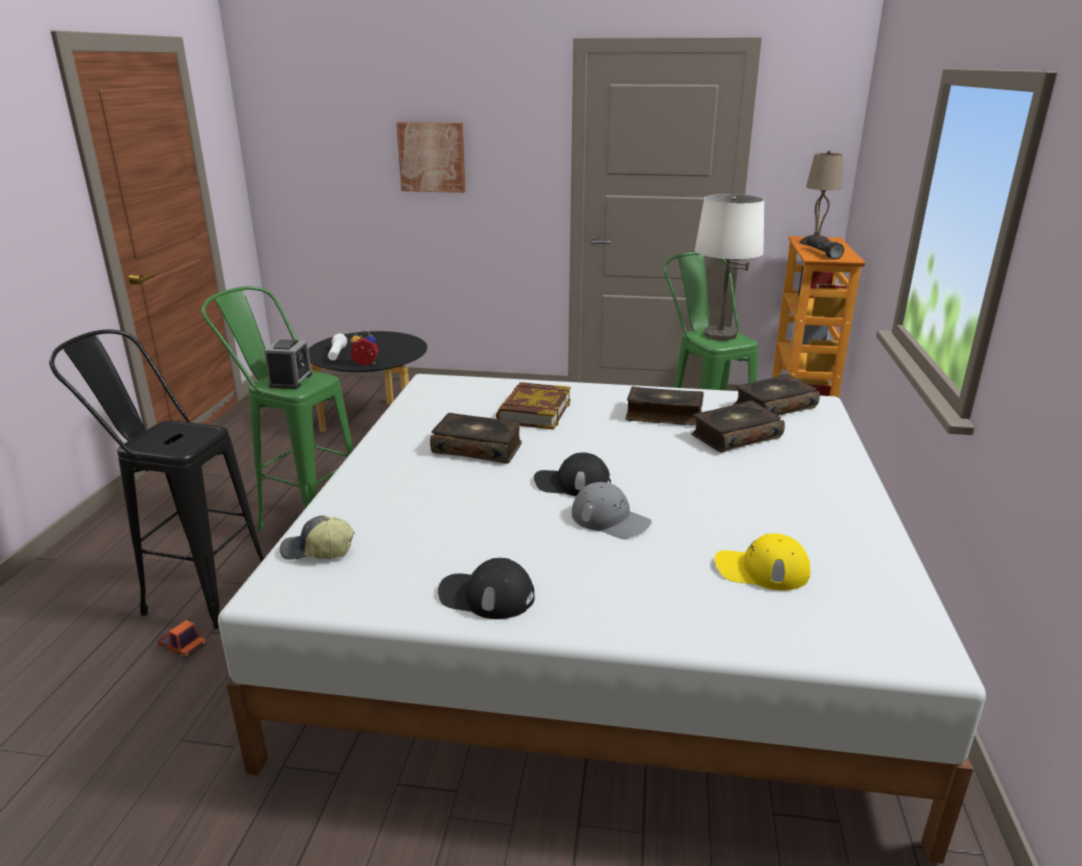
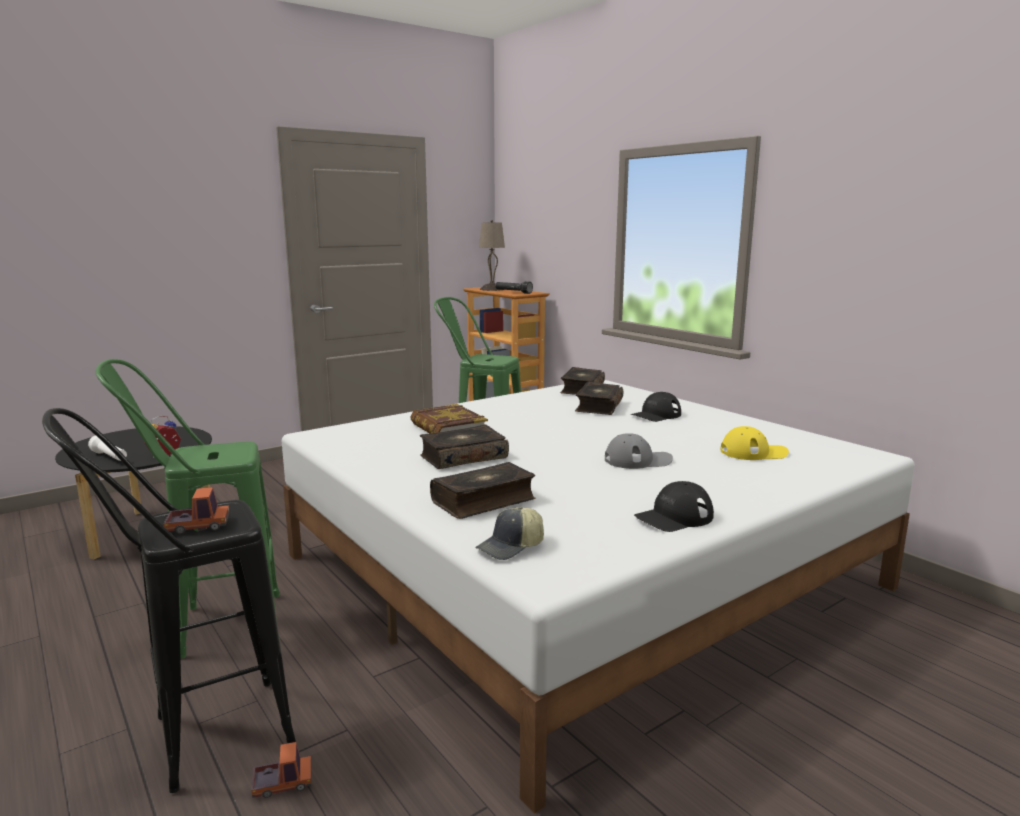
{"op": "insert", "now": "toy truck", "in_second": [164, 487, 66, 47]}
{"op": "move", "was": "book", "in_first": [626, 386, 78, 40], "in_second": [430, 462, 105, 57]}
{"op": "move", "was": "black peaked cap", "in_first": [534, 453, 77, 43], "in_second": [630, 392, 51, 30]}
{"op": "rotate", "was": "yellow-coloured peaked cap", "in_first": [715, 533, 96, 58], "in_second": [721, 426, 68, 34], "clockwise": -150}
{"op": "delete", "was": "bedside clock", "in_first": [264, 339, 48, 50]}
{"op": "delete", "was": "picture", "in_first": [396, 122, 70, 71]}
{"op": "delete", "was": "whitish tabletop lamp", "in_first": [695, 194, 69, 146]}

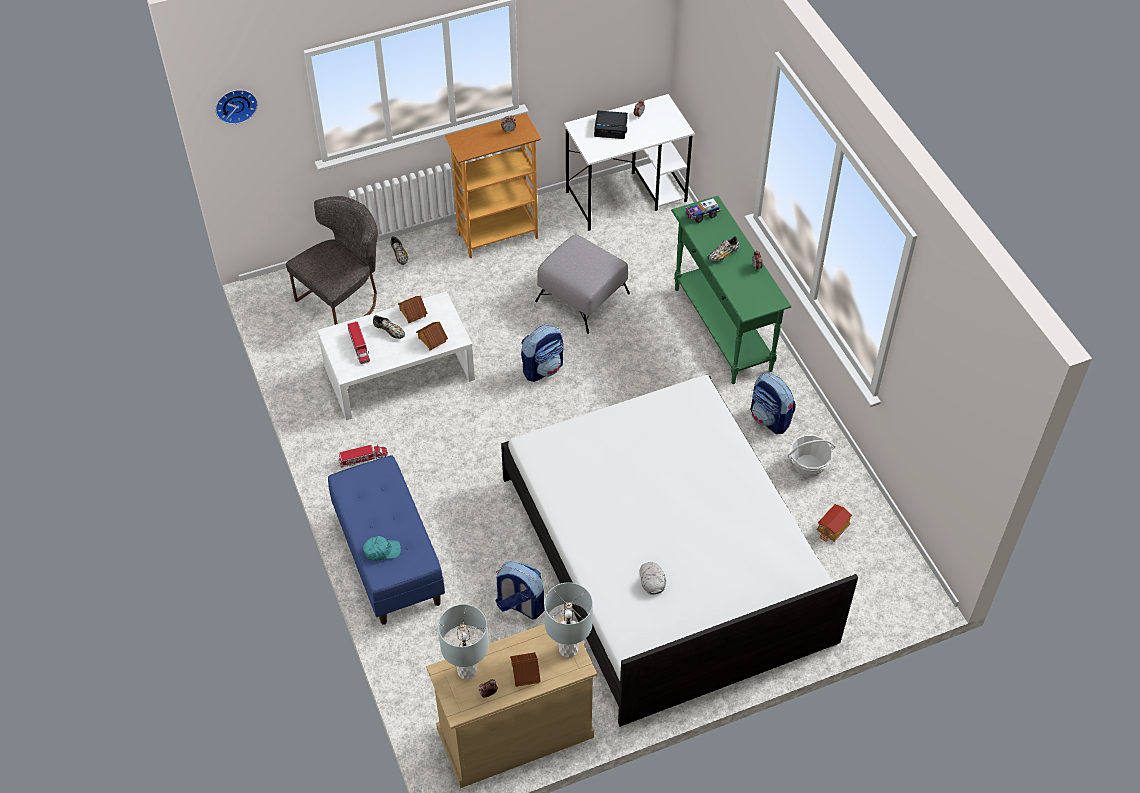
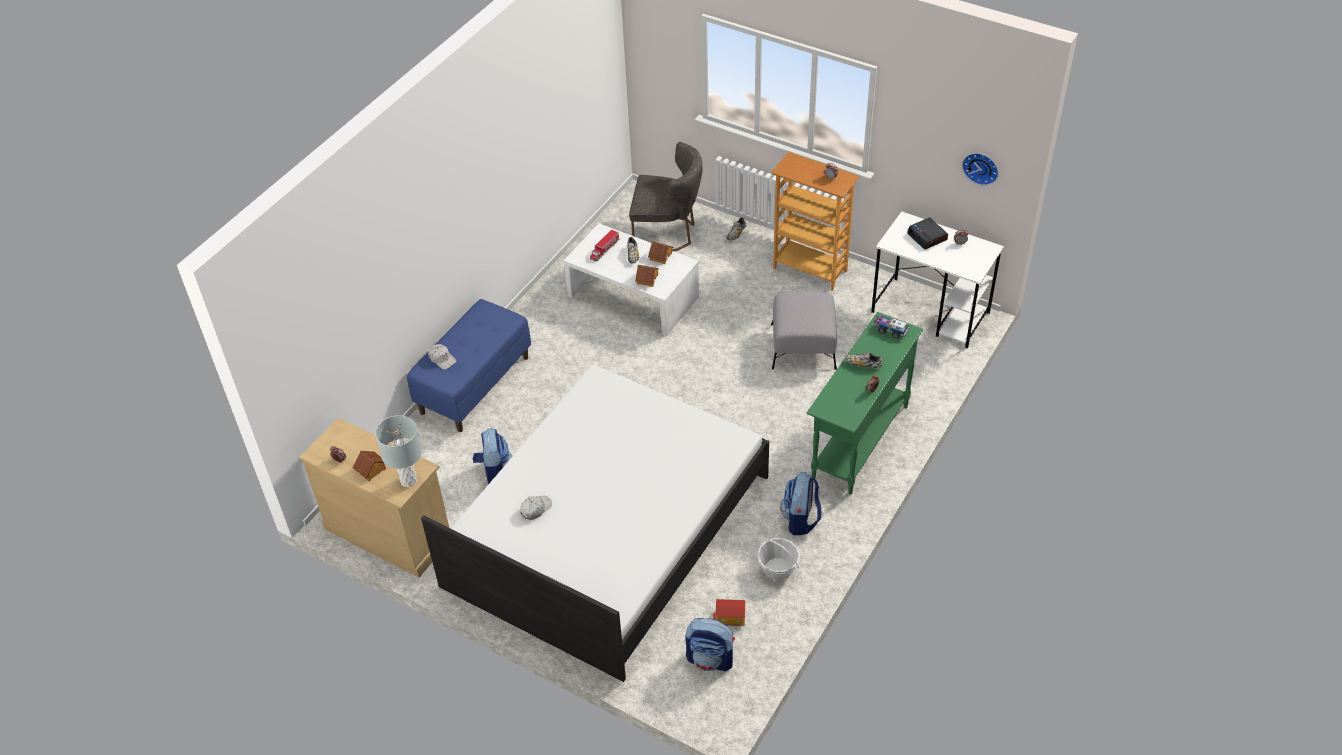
{"op": "recolor", "was": "turquoise-coloured peaked cap", "now": "whitish peaked cap", "in_first": [363, 536, 38, 25], "in_second": [428, 344, 29, 26]}
{"op": "move", "was": "rucksack", "in_first": [521, 325, 43, 57], "in_second": [685, 618, 50, 54]}
{"op": "move", "was": "wall clock", "in_first": [215, 90, 43, 34], "in_second": [962, 153, 36, 33]}
{"op": "delete", "was": "toy truck", "in_first": [338, 445, 50, 23]}
{"op": "delete", "was": "grey tabletop lamp", "in_first": [438, 604, 51, 76]}

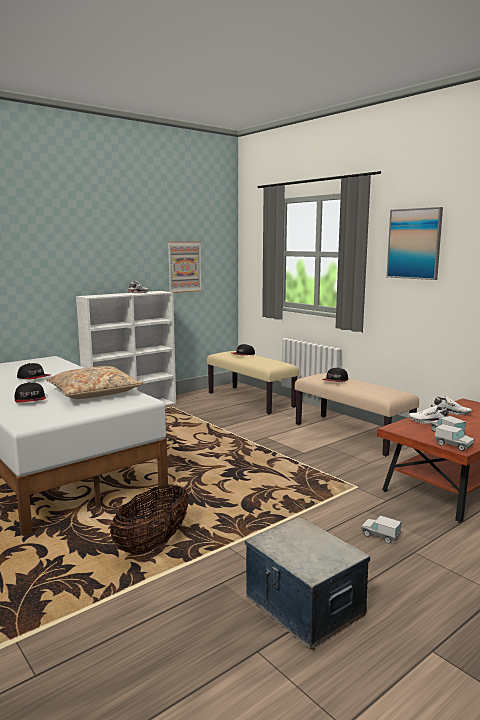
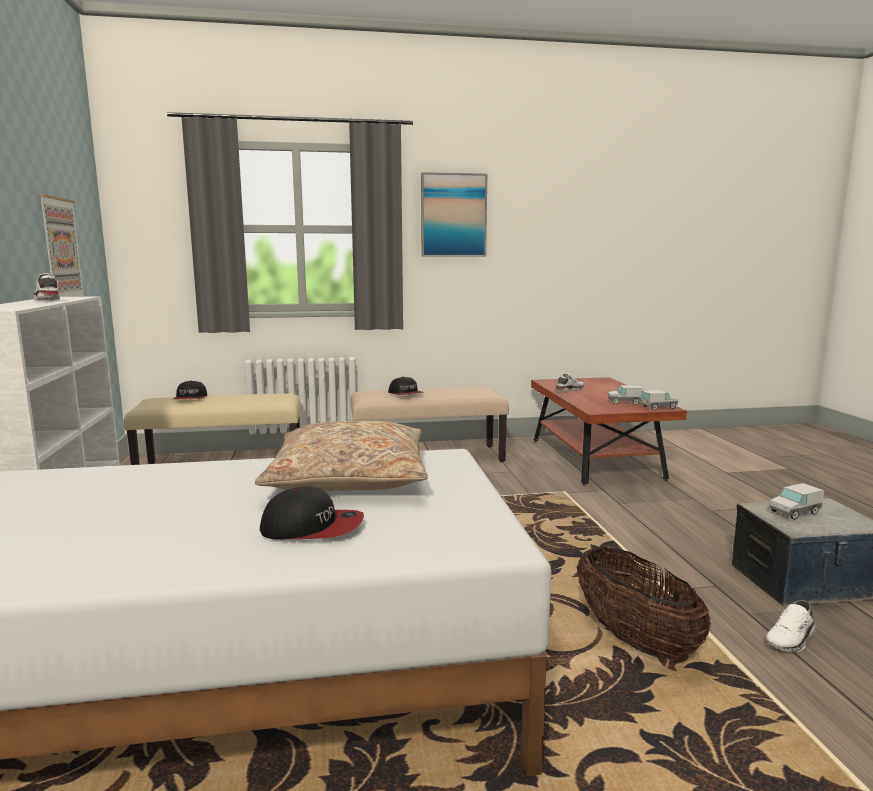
{"op": "move", "was": "whitish low shoe", "in_first": [408, 405, 41, 19], "in_second": [766, 600, 50, 52]}
{"op": "move", "was": "toy truck", "in_first": [362, 516, 39, 28], "in_second": [770, 483, 54, 37]}
{"op": "delete", "was": "peaked cap", "in_first": [17, 363, 33, 16]}

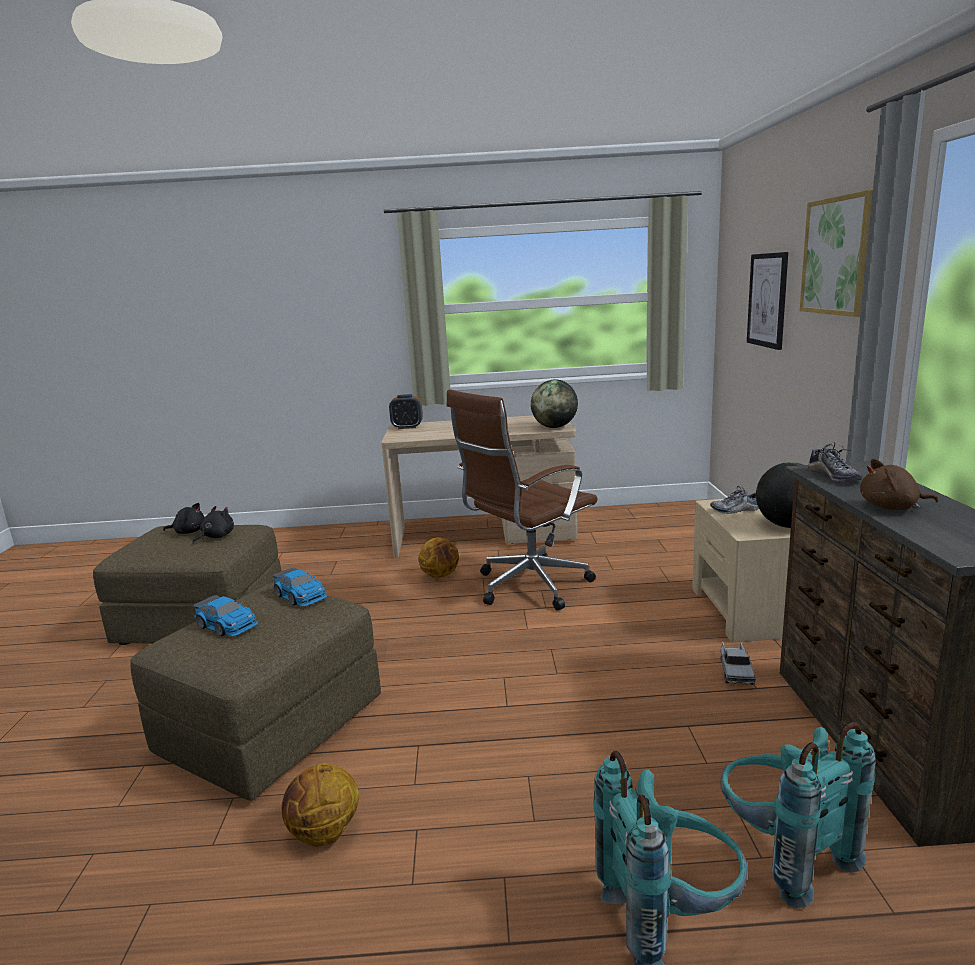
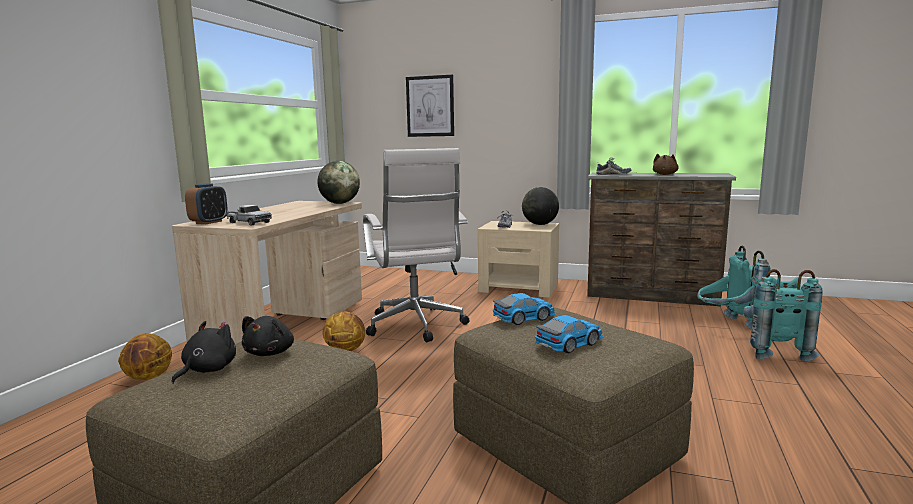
{"op": "move", "was": "basketball ball", "in_first": [282, 763, 77, 84], "in_second": [118, 334, 54, 46]}
{"op": "move", "was": "toy truck", "in_first": [720, 641, 36, 44], "in_second": [226, 205, 46, 20]}
{"op": "rotate", "was": "black cuddly toy", "in_first": [193, 506, 41, 38], "in_second": [242, 316, 52, 40], "clockwise": -135}
{"op": "recolor", "was": "brownish desk chair", "now": "whitish desk chair", "in_first": [446, 389, 152, 222], "in_second": [363, 148, 106, 194]}
{"op": "delete", "was": "picture", "in_first": [799, 190, 74, 127]}

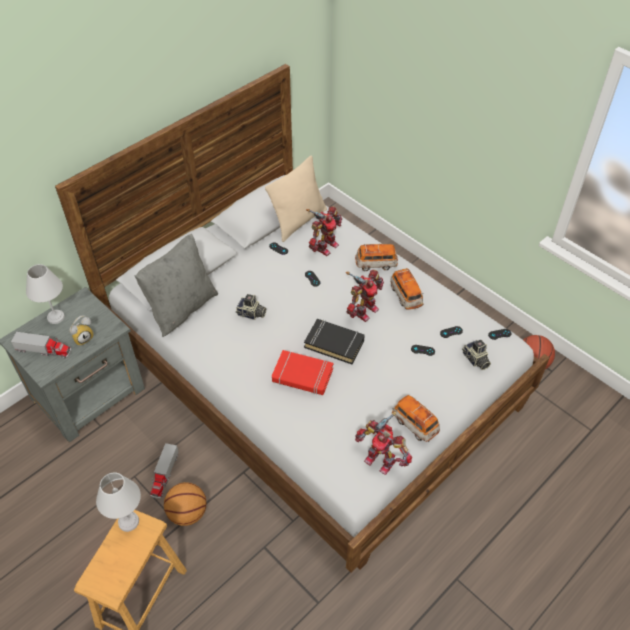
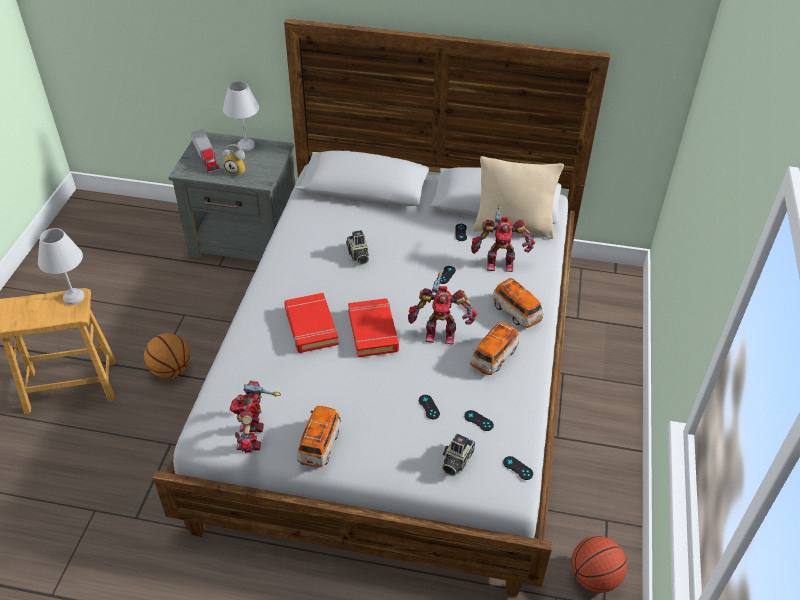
{"op": "recolor", "was": "black book", "now": "red book", "in_first": [304, 319, 61, 45], "in_second": [348, 298, 51, 59]}
{"op": "delete", "was": "grey cushion", "in_first": [135, 234, 83, 103]}
{"op": "delete", "was": "toy truck", "in_first": [150, 443, 29, 56]}

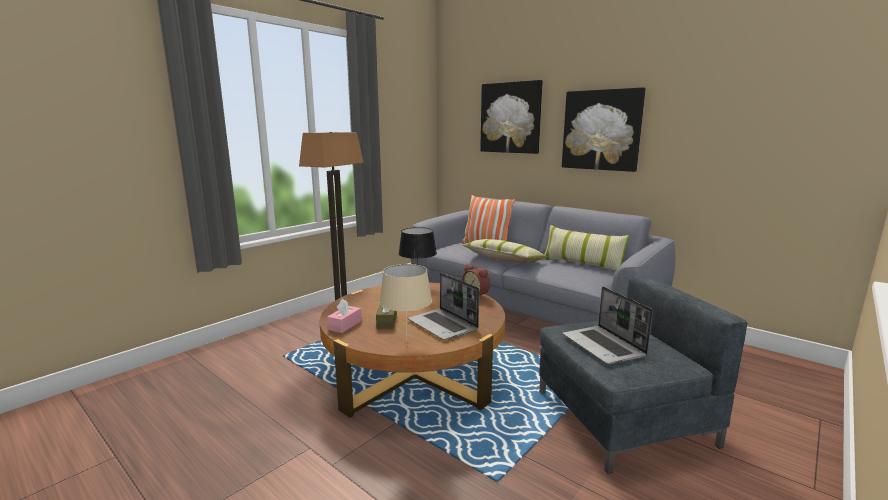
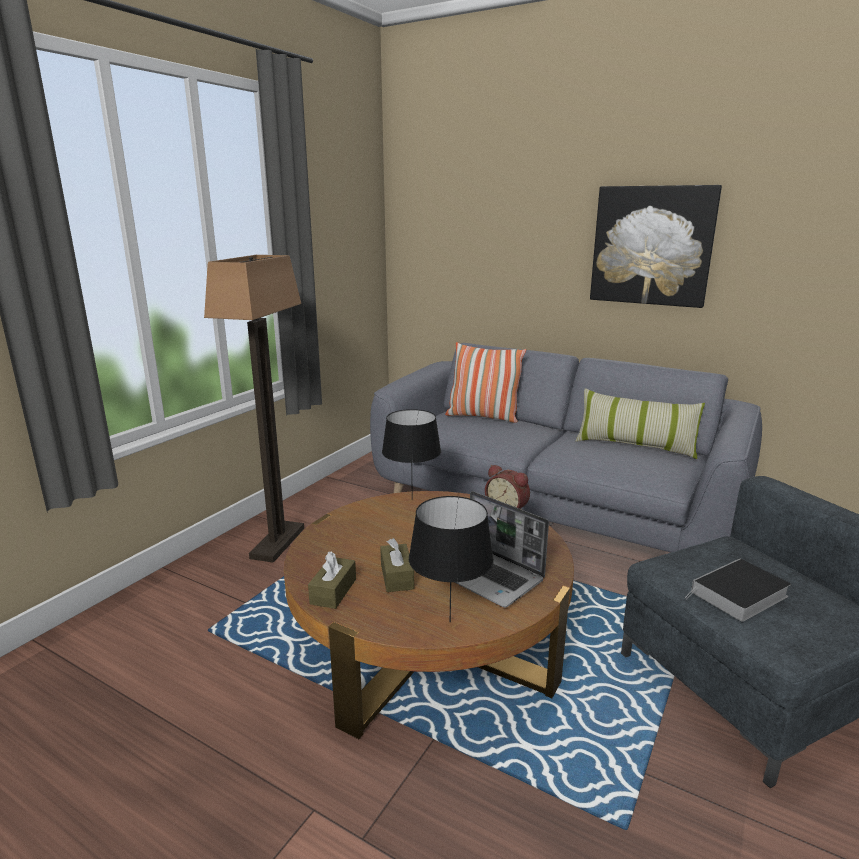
{"op": "recolor", "was": "pink-coloured tissue holder", "now": "brownish tissue holder", "in_first": [327, 299, 35, 34], "in_second": [308, 551, 48, 58]}
{"op": "recolor", "was": "beige-coloured tabletop lamp", "now": "black tabletop lamp", "in_first": [379, 264, 53, 81], "in_second": [409, 496, 85, 126]}
{"op": "replace", "was": "notebook computer", "now": "book", "in_first": [563, 286, 90, 78], "in_second": [685, 558, 106, 64]}
{"op": "delete", "was": "cushion", "in_first": [462, 239, 85, 24]}
{"op": "delete", "was": "picture", "in_first": [480, 80, 63, 74]}

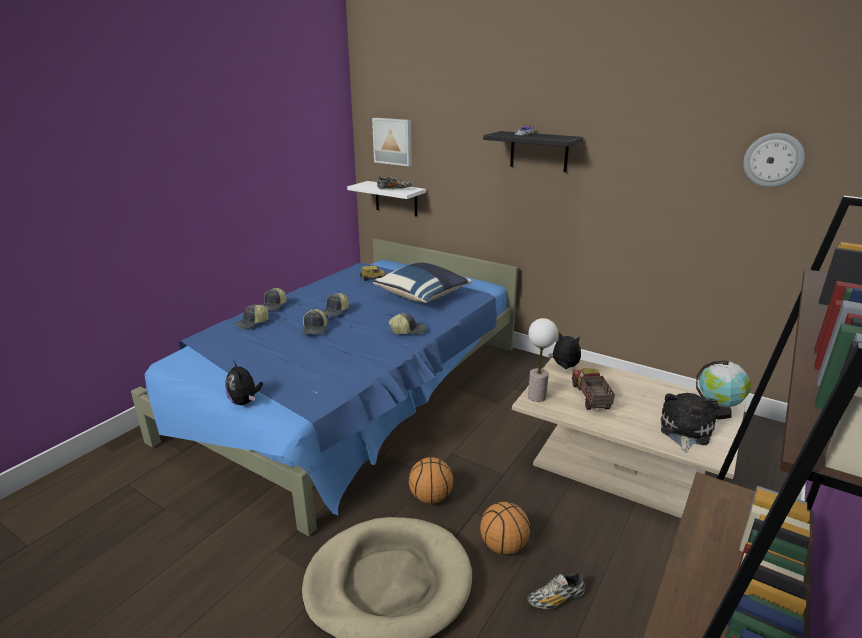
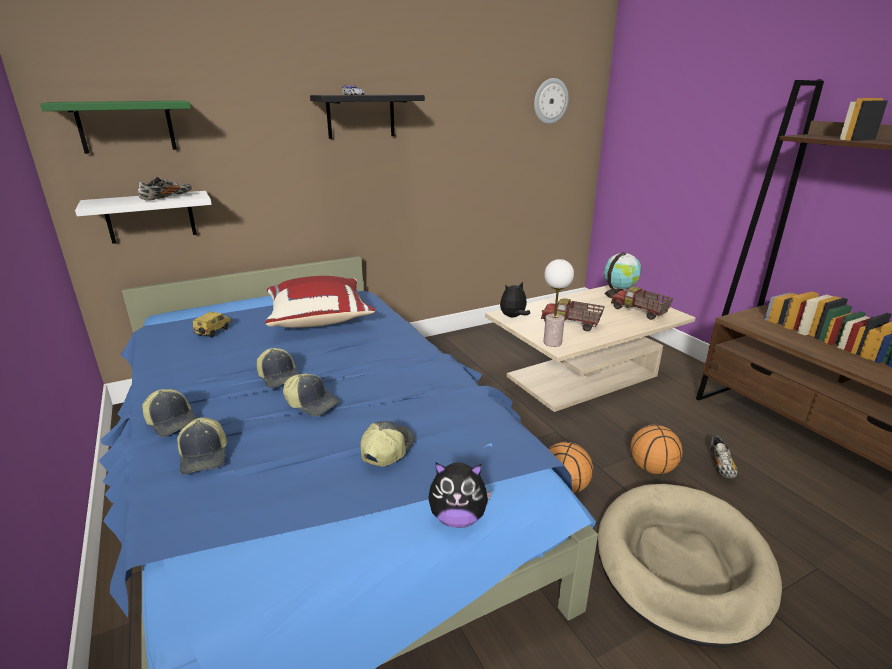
{"op": "replace", "was": "picture", "now": "greenish bracket shelf", "in_first": [372, 118, 40, 48], "in_second": [40, 101, 151, 53]}
{"op": "recolor", "was": "bluish cushion", "now": "red cushion", "in_first": [373, 263, 99, 40], "in_second": [265, 276, 110, 52]}
{"op": "move", "was": "peaked cap", "in_first": [389, 313, 37, 21], "in_second": [360, 421, 55, 46]}
{"op": "replace", "was": "cuddly toy", "now": "toy truck", "in_first": [661, 393, 57, 60], "in_second": [611, 287, 62, 33]}

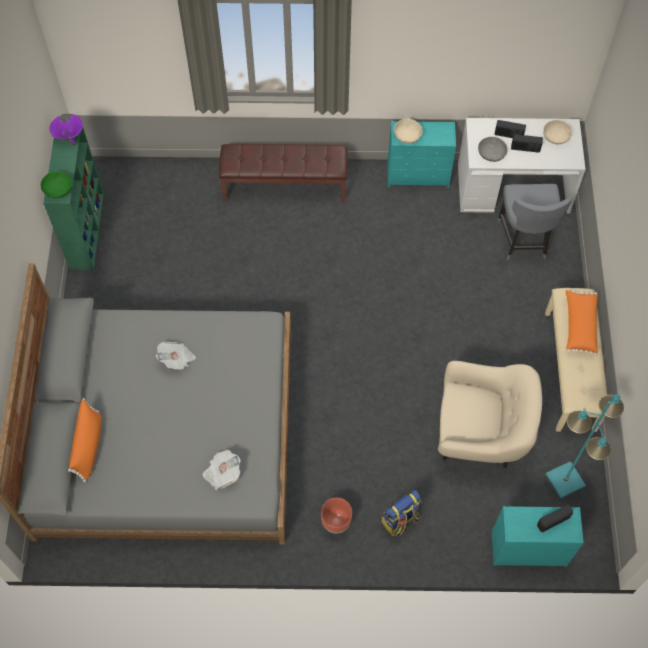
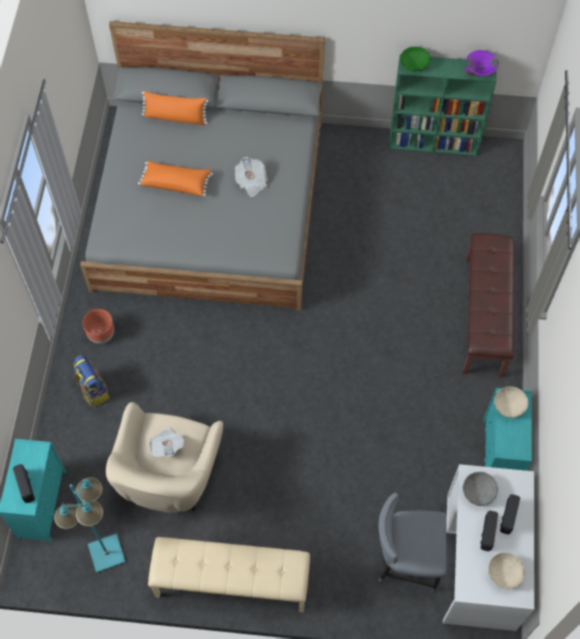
{"op": "move", "was": "orange-coloured cushion", "in_first": [566, 289, 32, 67], "in_second": [138, 160, 75, 36]}
{"op": "move", "was": "newspaper", "in_first": [203, 450, 38, 40], "in_second": [149, 428, 35, 29]}

